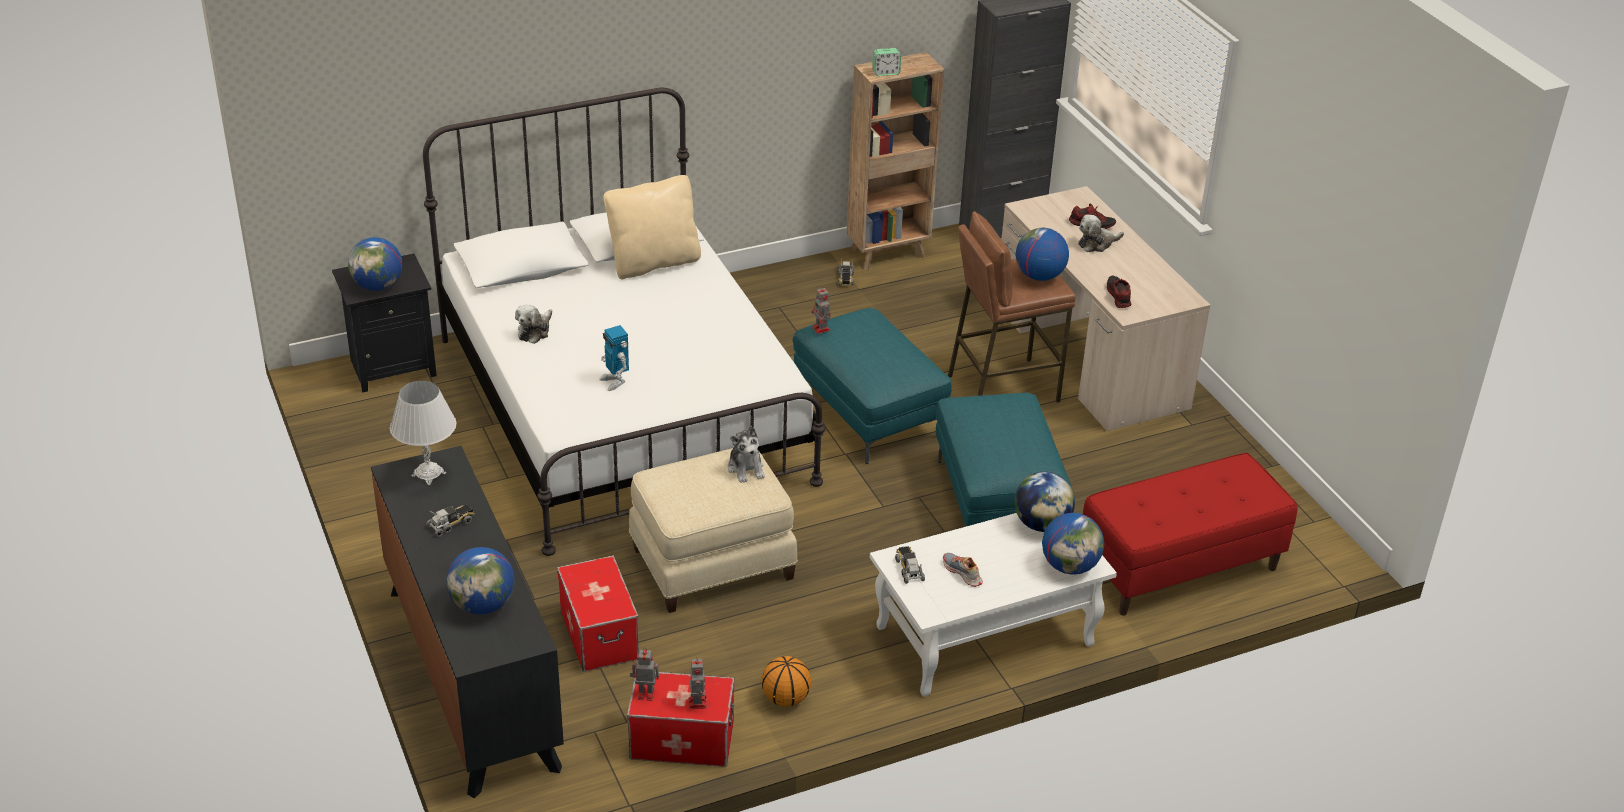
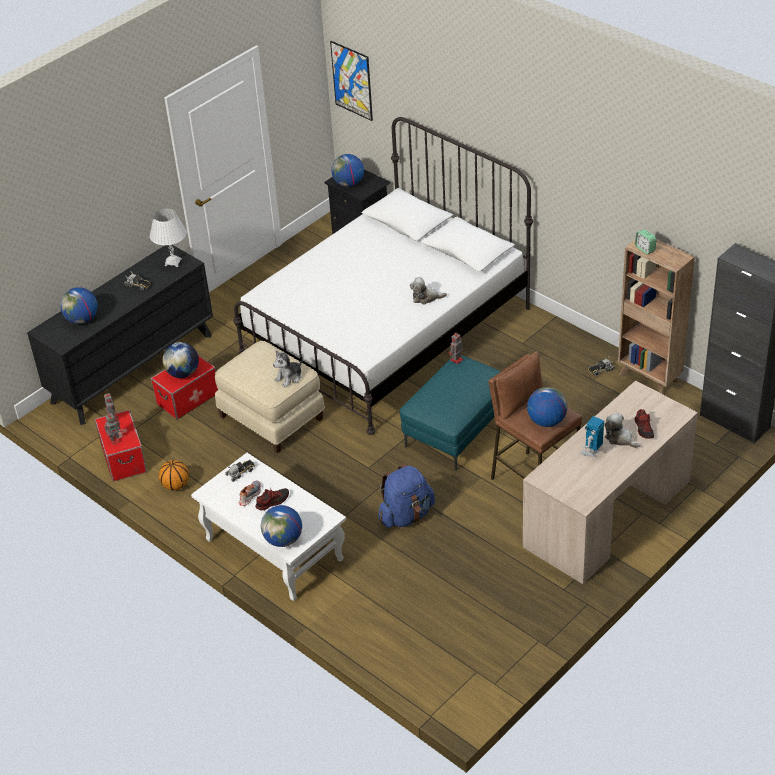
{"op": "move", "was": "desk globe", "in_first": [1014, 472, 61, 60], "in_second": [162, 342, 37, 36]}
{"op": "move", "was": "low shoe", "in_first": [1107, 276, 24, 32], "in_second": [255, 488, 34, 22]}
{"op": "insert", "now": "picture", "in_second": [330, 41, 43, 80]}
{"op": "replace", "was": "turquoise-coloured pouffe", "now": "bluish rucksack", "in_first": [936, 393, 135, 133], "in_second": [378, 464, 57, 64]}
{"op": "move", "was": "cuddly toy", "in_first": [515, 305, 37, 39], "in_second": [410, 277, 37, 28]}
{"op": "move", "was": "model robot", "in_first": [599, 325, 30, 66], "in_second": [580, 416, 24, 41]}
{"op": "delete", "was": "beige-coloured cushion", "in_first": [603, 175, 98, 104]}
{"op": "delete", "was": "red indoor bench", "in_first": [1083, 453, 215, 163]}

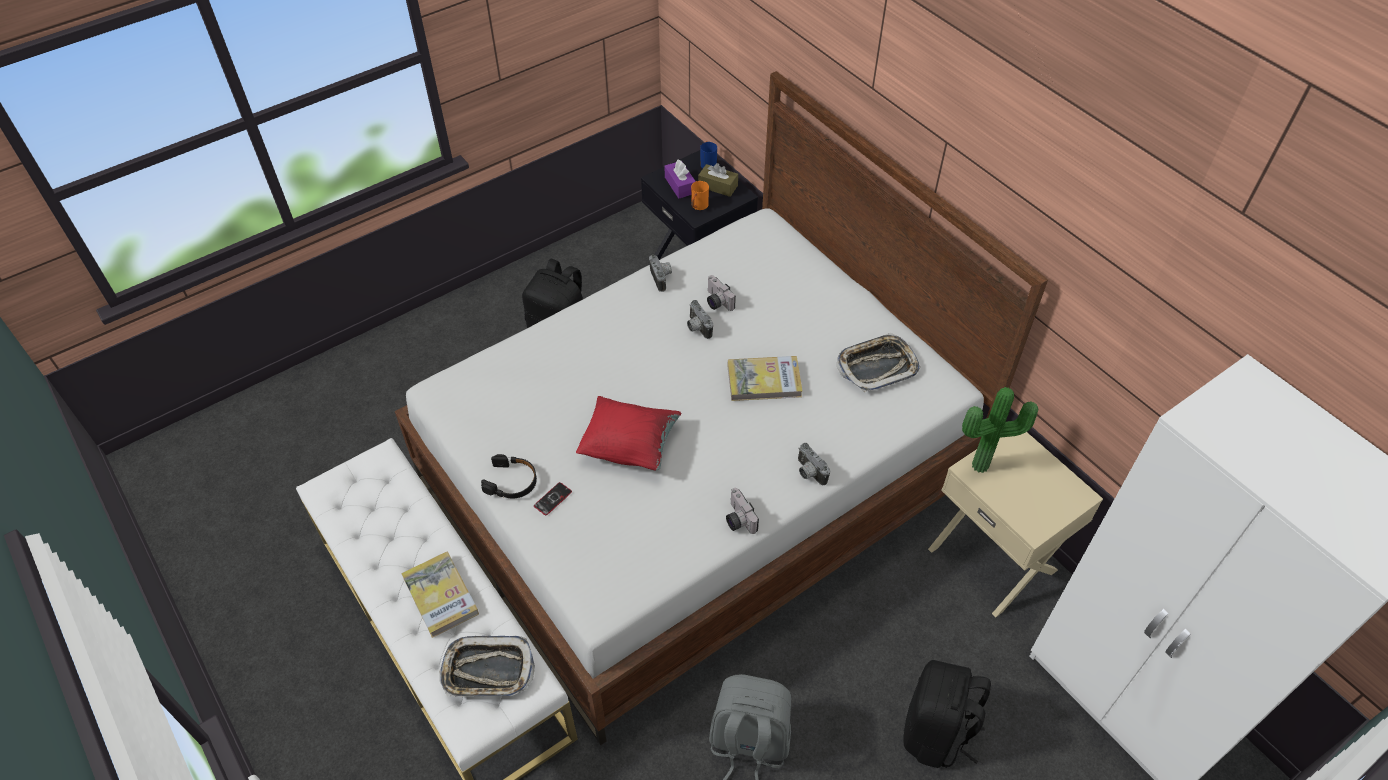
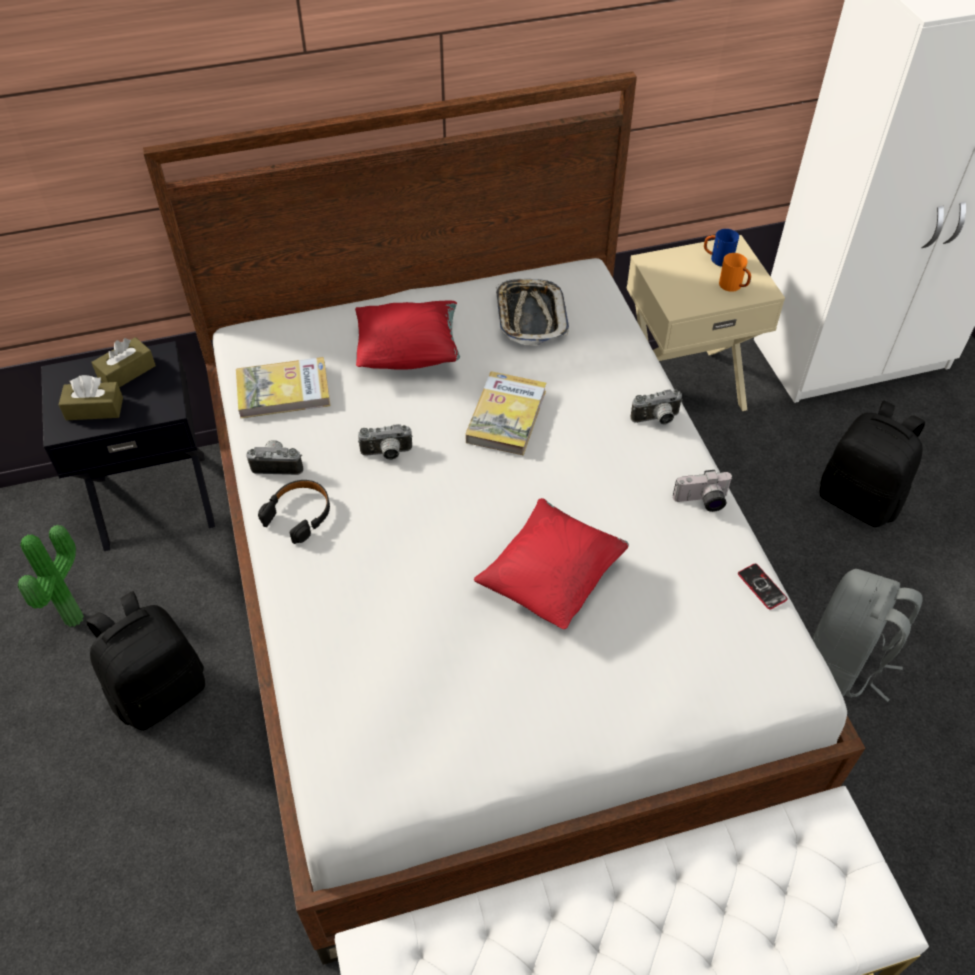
{"op": "move", "was": "houseplant", "in_first": [962, 387, 76, 86], "in_second": [18, 525, 66, 102]}
{"op": "recolor", "was": "purple tissue holder", "now": "brownish tissue holder", "in_first": [664, 160, 32, 38], "in_second": [59, 375, 64, 45]}
{"op": "move", "was": "book", "in_first": [401, 552, 78, 86], "in_second": [236, 357, 94, 61]}
{"op": "move", "was": "black headset", "in_first": [481, 454, 56, 45], "in_second": [258, 480, 72, 64]}
{"op": "insert", "now": "red cushion", "in_second": [355, 300, 105, 70]}
{"op": "move", "was": "bluish coffee mug", "in_first": [700, 141, 17, 27], "in_second": [704, 229, 35, 38]}
{"op": "move", "was": "orange-coloured coffee mug", "in_first": [691, 181, 18, 29], "in_second": [719, 253, 32, 39]}
{"op": "move", "was": "phone", "in_first": [534, 482, 38, 33], "in_second": [738, 564, 50, 45]}
{"op": "delete", "was": "serving tray", "in_first": [439, 636, 96, 61]}
{"op": "delete", "was": "photo camera", "in_first": [707, 275, 29, 36]}

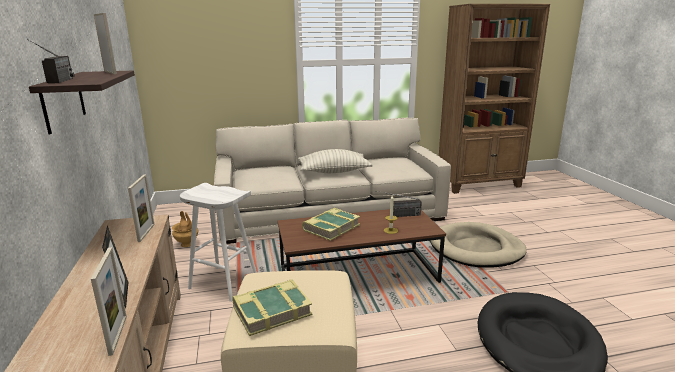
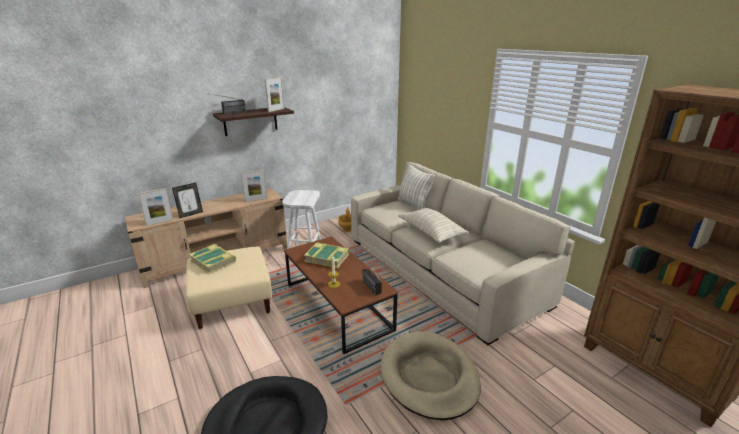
{"op": "insert", "now": "cushion", "in_second": [398, 165, 37, 45]}

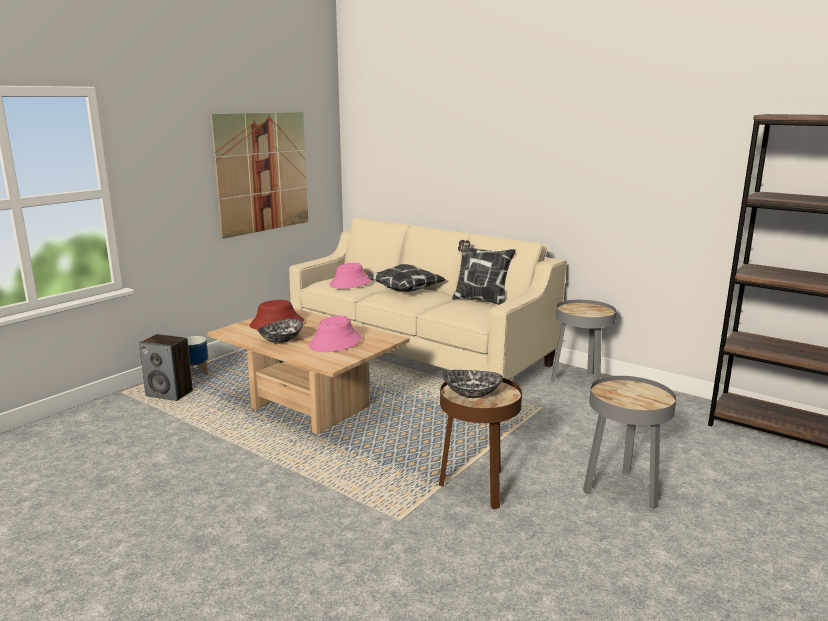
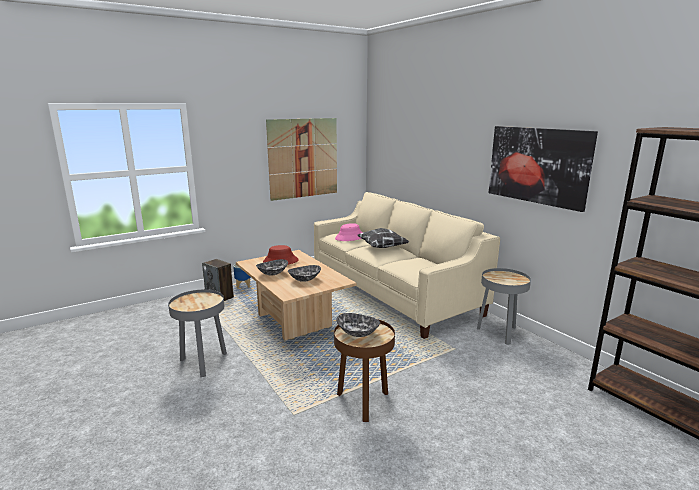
{"op": "move", "was": "grey end table", "in_first": [583, 376, 93, 133], "in_second": [168, 289, 59, 88]}
{"op": "replace", "was": "pink-coloured clothing hat", "now": "bowl", "in_first": [309, 316, 53, 36], "in_second": [288, 265, 33, 17]}
{"op": "insert", "now": "picture", "in_second": [489, 126, 109, 86]}
{"op": "delete", "was": "cushion", "in_first": [452, 240, 64, 65]}

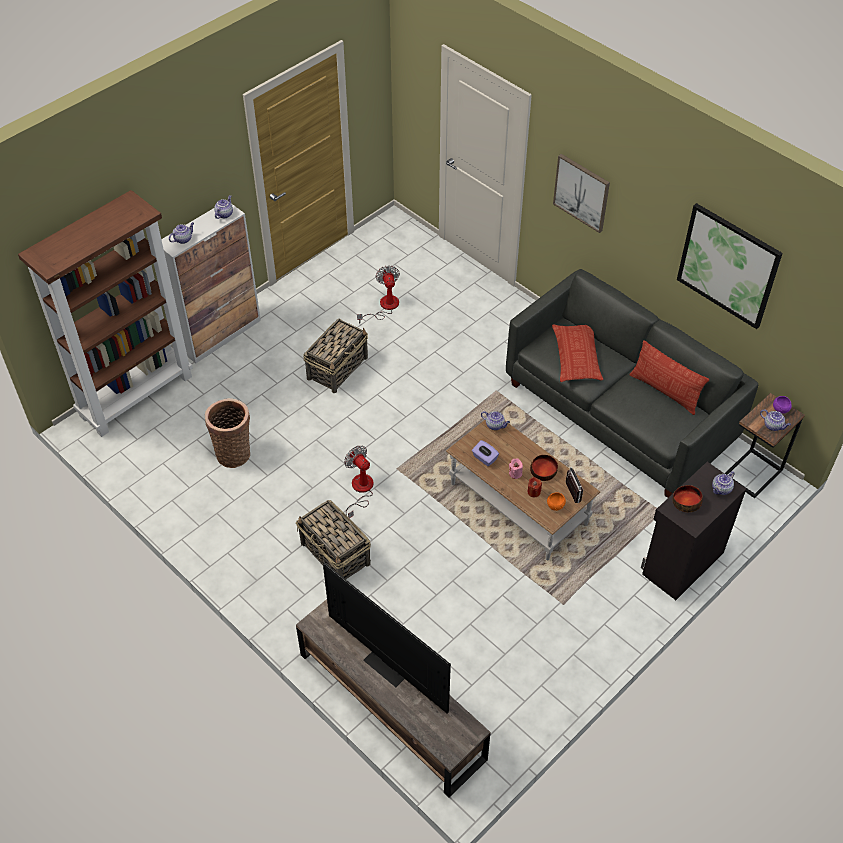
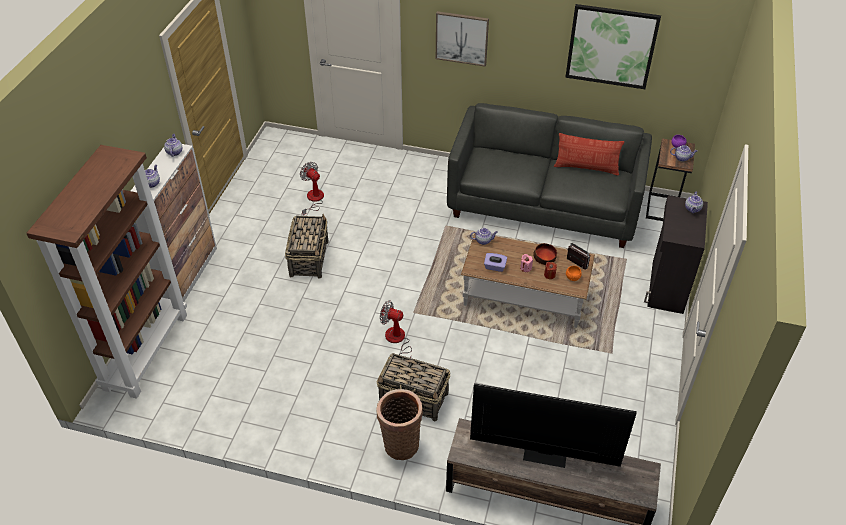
{"op": "move", "was": "basket", "in_first": [205, 398, 45, 70], "in_second": [376, 389, 47, 71]}
{"op": "delete", "was": "cushion", "in_first": [552, 325, 51, 57]}
{"op": "delete", "was": "bowl", "in_first": [673, 485, 30, 27]}

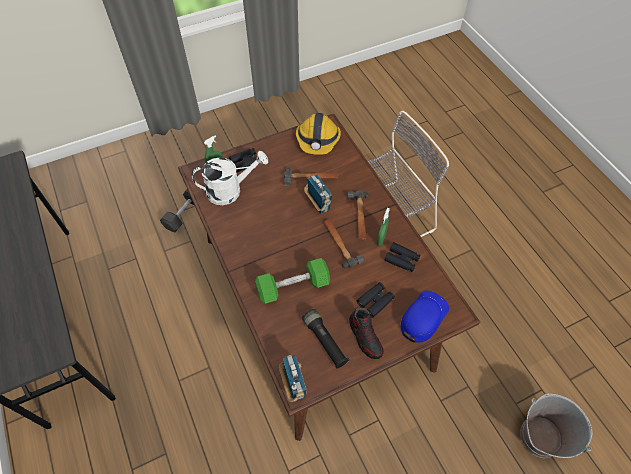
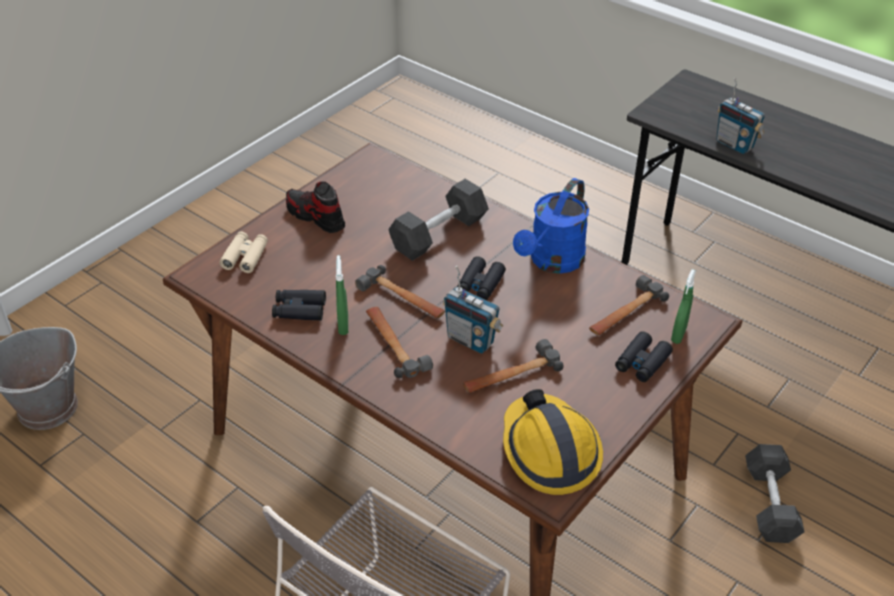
{"op": "replace", "was": "bluish peaked cap", "now": "beige-coloured pair of binoculars", "in_first": [400, 290, 49, 53], "in_second": [219, 232, 49, 41]}
{"op": "recolor", "was": "greenish hand weight", "now": "grey hand weight", "in_first": [255, 258, 75, 46], "in_second": [388, 179, 101, 82]}
{"op": "move", "was": "black pair of binoculars", "in_first": [357, 282, 38, 36], "in_second": [457, 256, 49, 44]}
{"op": "insert", "now": "bluish watering can", "in_second": [513, 178, 76, 96]}
{"op": "replace", "was": "whitish watering can", "now": "hammer", "in_first": [192, 151, 76, 54], "in_second": [589, 275, 80, 60]}
{"op": "move", "was": "radio set", "in_first": [279, 355, 28, 47], "in_second": [716, 78, 49, 76]}
{"op": "delete", "was": "black flashlight", "in_first": [302, 309, 47, 60]}

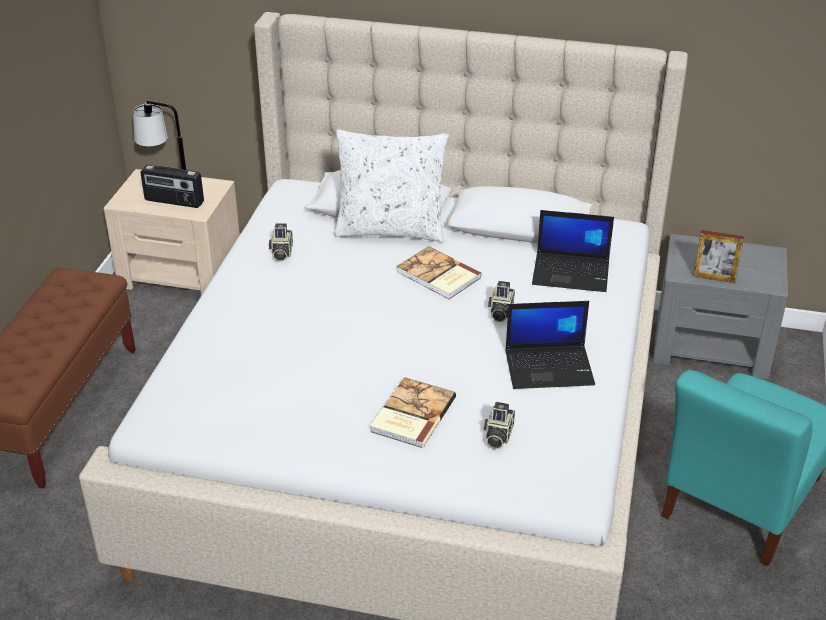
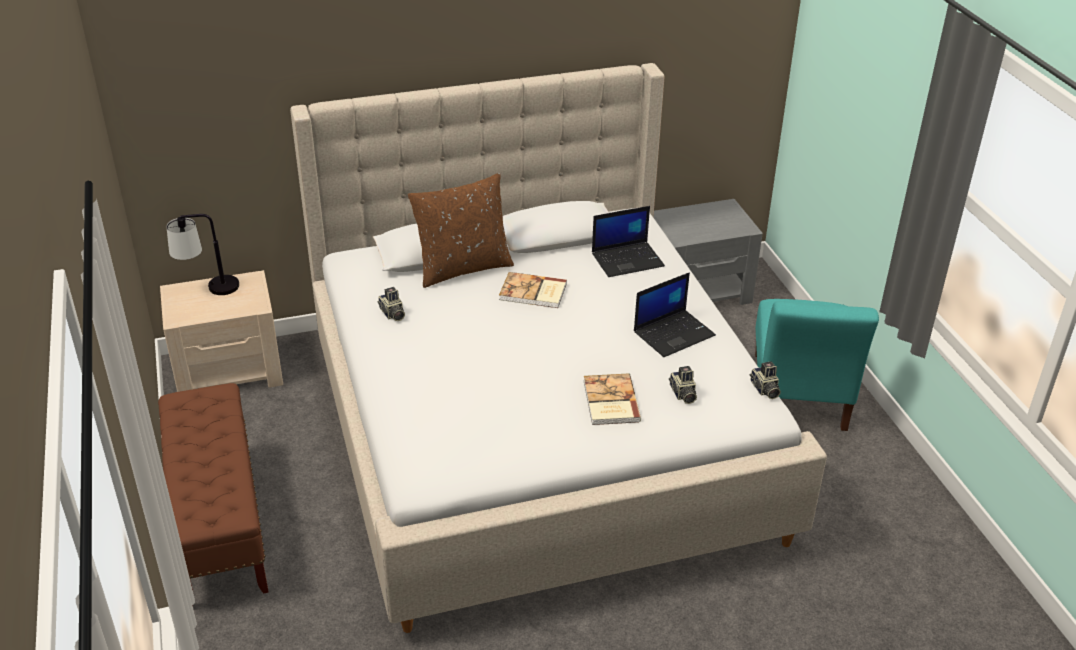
{"op": "recolor", "was": "whitish cushion", "now": "brownish cushion", "in_first": [334, 130, 115, 113], "in_second": [408, 173, 106, 115]}
{"op": "move", "was": "photo camera", "in_first": [488, 281, 27, 41], "in_second": [750, 361, 31, 38]}
{"op": "delete", "was": "radio set", "in_first": [140, 165, 64, 43]}
{"op": "delete", "was": "standing frame", "in_first": [693, 230, 51, 53]}

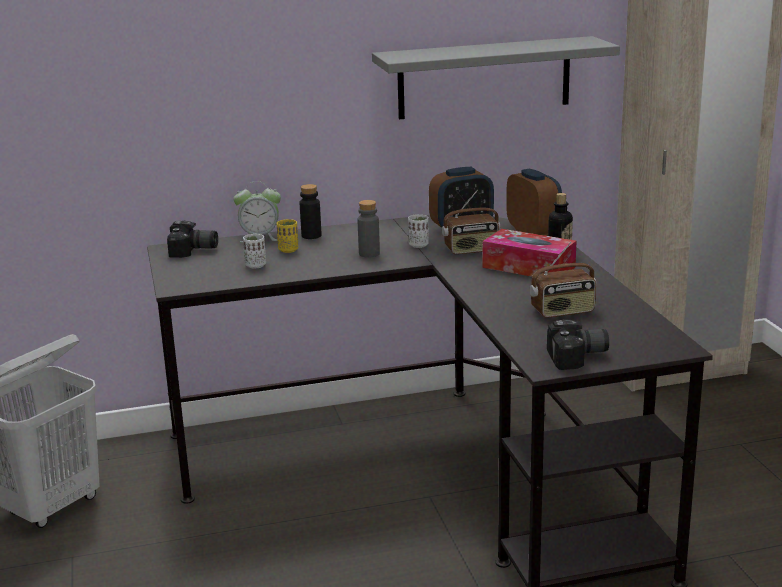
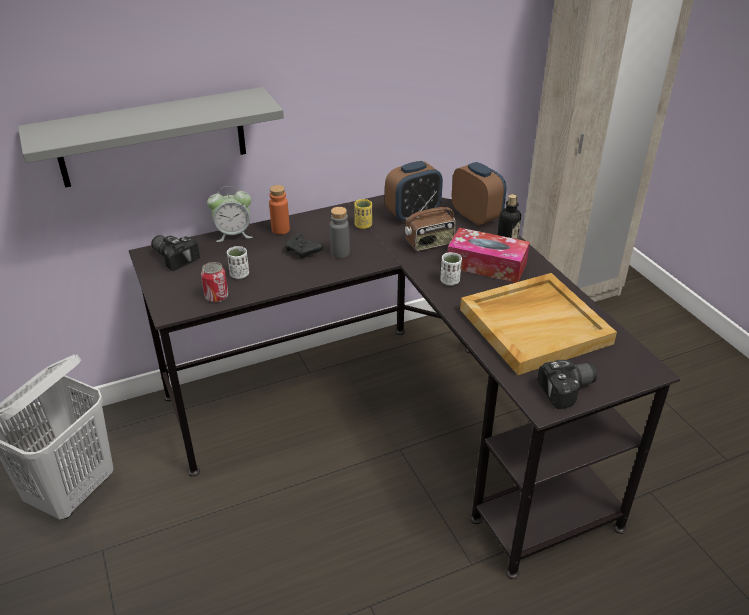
{"op": "move", "was": "grey bracket shelf", "in_first": [372, 36, 248, 83], "in_second": [18, 87, 266, 101]}
{"op": "rotate", "was": "photo camera", "in_first": [167, 221, 51, 37], "in_second": [151, 235, 49, 36], "clockwise": -135}
{"op": "insert", "now": "sealed can", "in_second": [201, 262, 27, 40]}
{"op": "recolor", "was": "black bottle", "now": "orange-coloured bottle", "in_first": [300, 184, 22, 55], "in_second": [269, 185, 21, 50]}
{"op": "insert", "now": "black joypad", "in_second": [285, 234, 38, 24]}
{"op": "move", "was": "yellow-coloured drinking cup", "in_first": [277, 219, 21, 34], "in_second": [354, 199, 18, 30]}
{"op": "move", "was": "whitish drinking cup", "in_first": [408, 214, 21, 34], "in_second": [440, 252, 22, 34]}
{"op": "replace", "was": "radio set", "now": "beige-coloured serving tray", "in_first": [529, 242, 68, 76], "in_second": [460, 273, 157, 102]}

